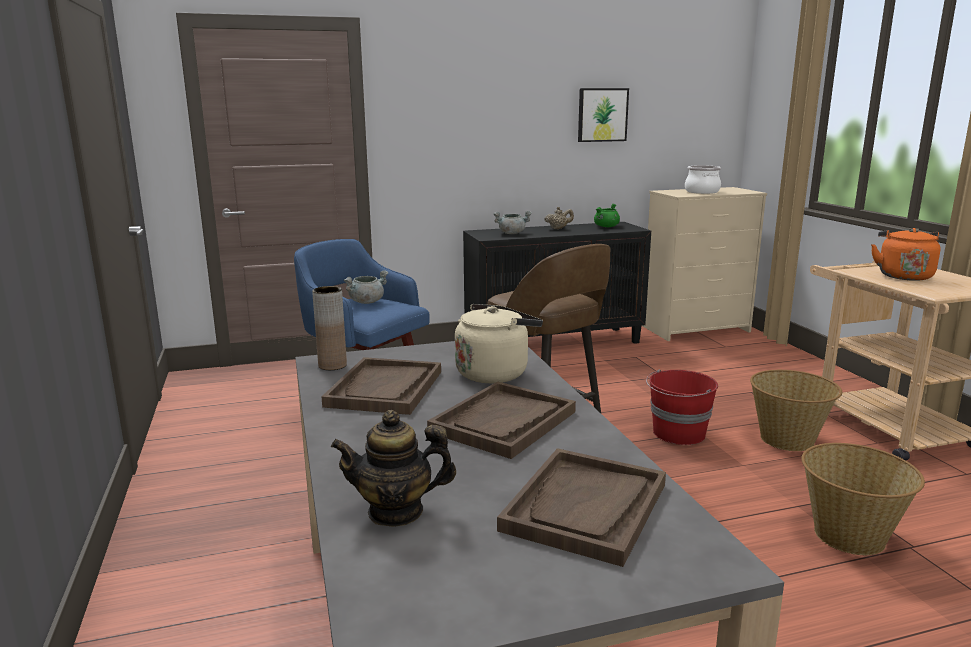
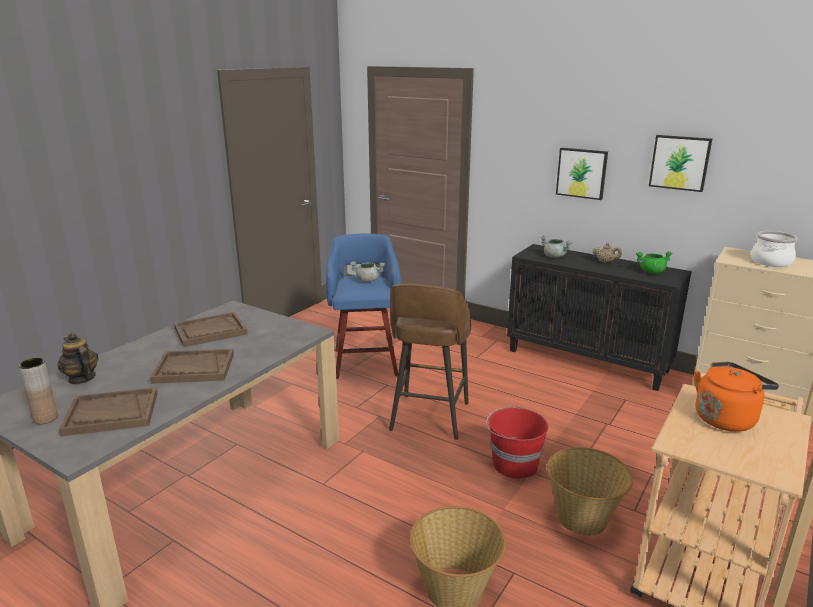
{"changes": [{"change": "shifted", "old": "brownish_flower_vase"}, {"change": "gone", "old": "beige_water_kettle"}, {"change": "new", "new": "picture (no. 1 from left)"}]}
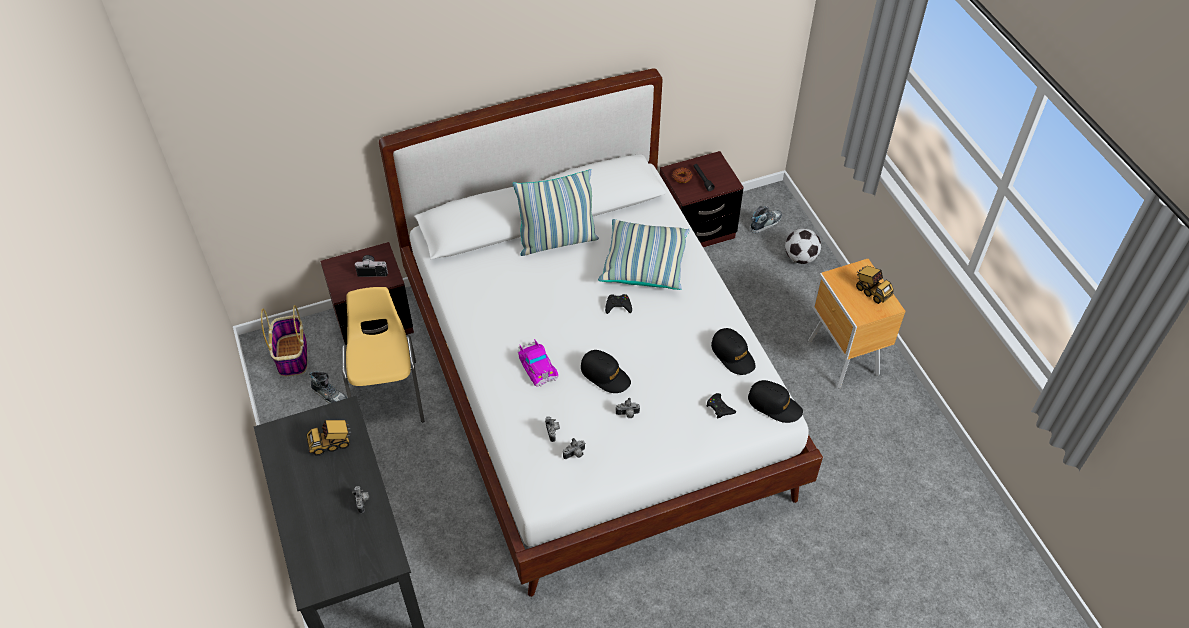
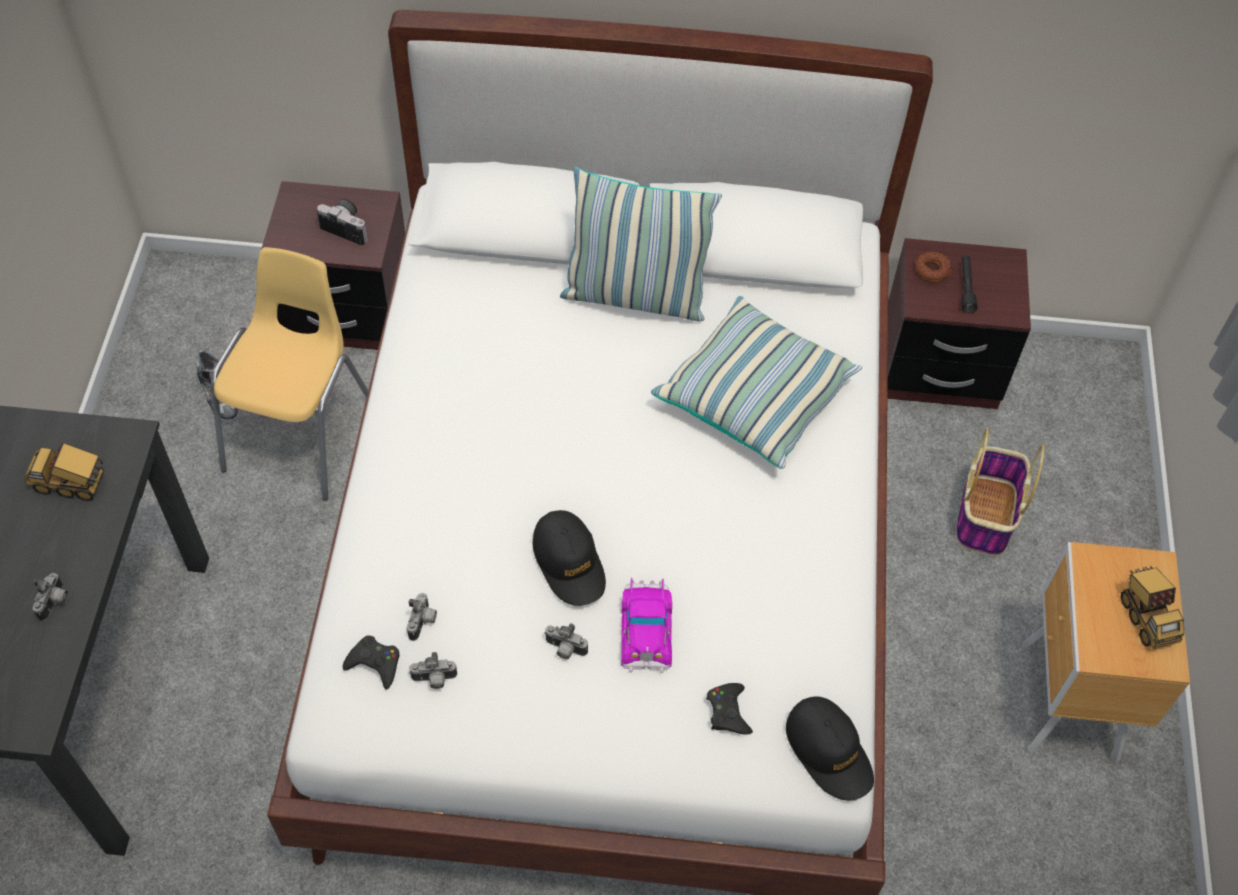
{"changes": [{"change": "gone", "old": "low_shoe (no. 2 from left)"}, {"change": "gone", "old": "ball_for_football"}, {"change": "shifted", "old": "black_gamepad (no. 1 from left)"}, {"change": "shifted", "old": "basket"}, {"change": "gone", "old": "black_cap (no. 2 from left)"}, {"change": "shifted", "old": "toy_car"}]}
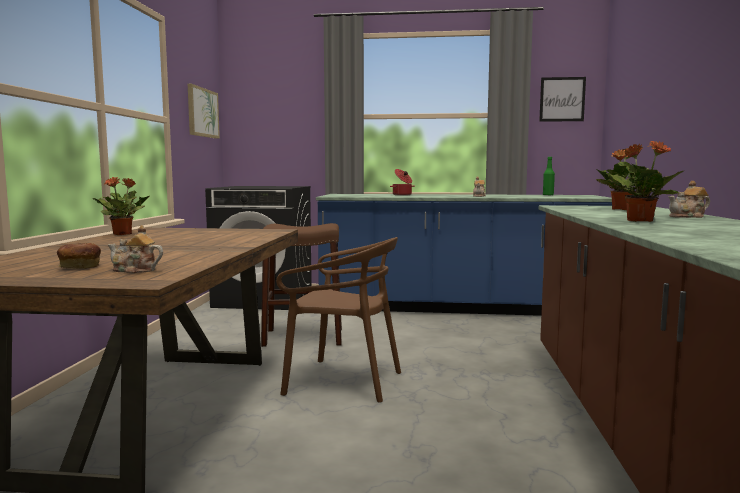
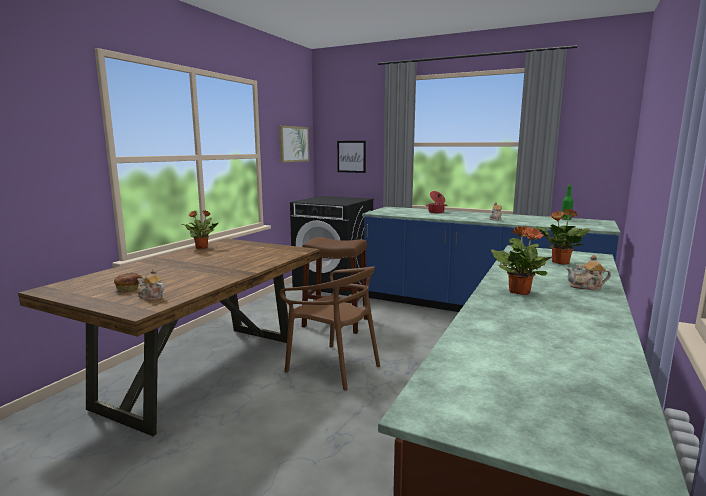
{"changes": [{"change": "shifted", "old": "picture (no. 2 from left)"}]}
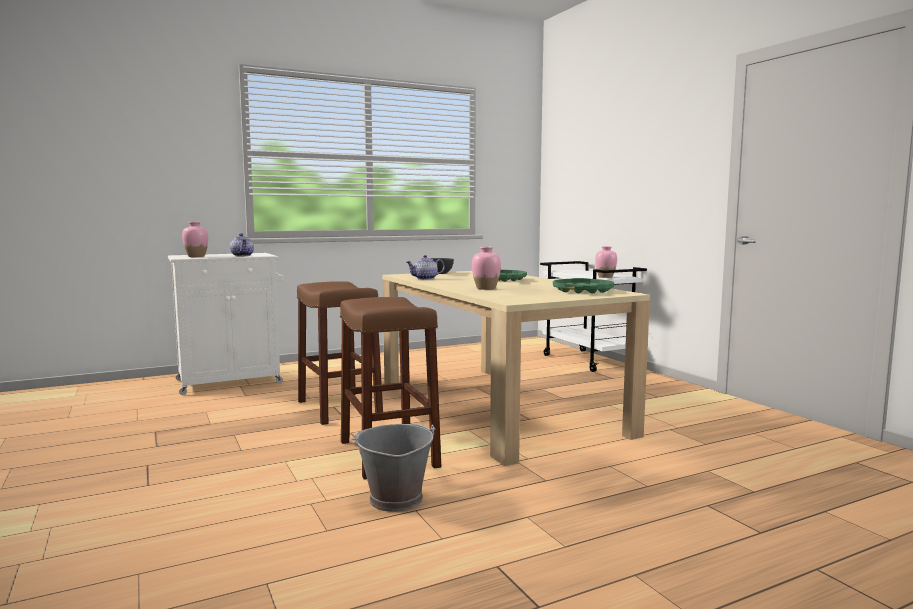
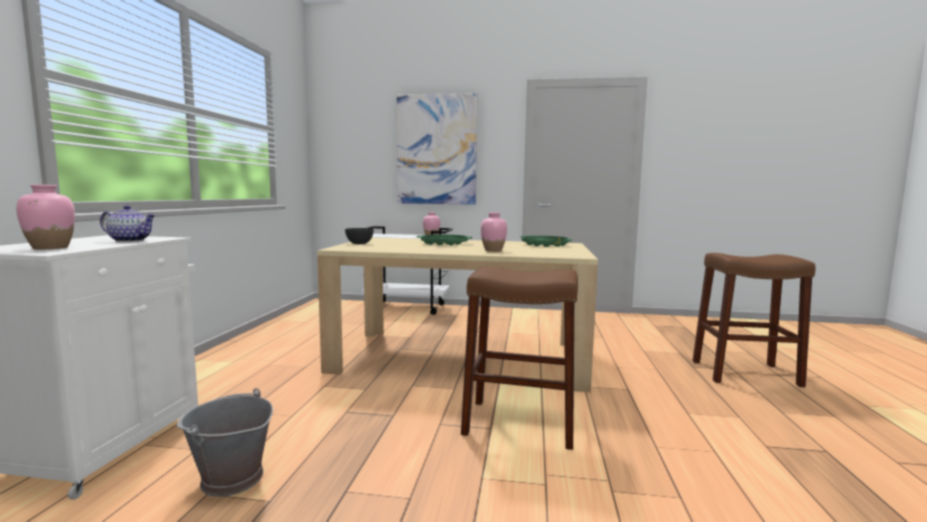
{"changes": [{"change": "gone", "old": "pot_for_tea (no. 2 from left)"}, {"change": "shifted", "old": "brownish_stool (no. 1 from left in the first image)", "new": "brownish_stool (no. 2 from left)"}, {"change": "shifted", "old": "gray_pail"}, {"change": "new", "new": "picture"}]}
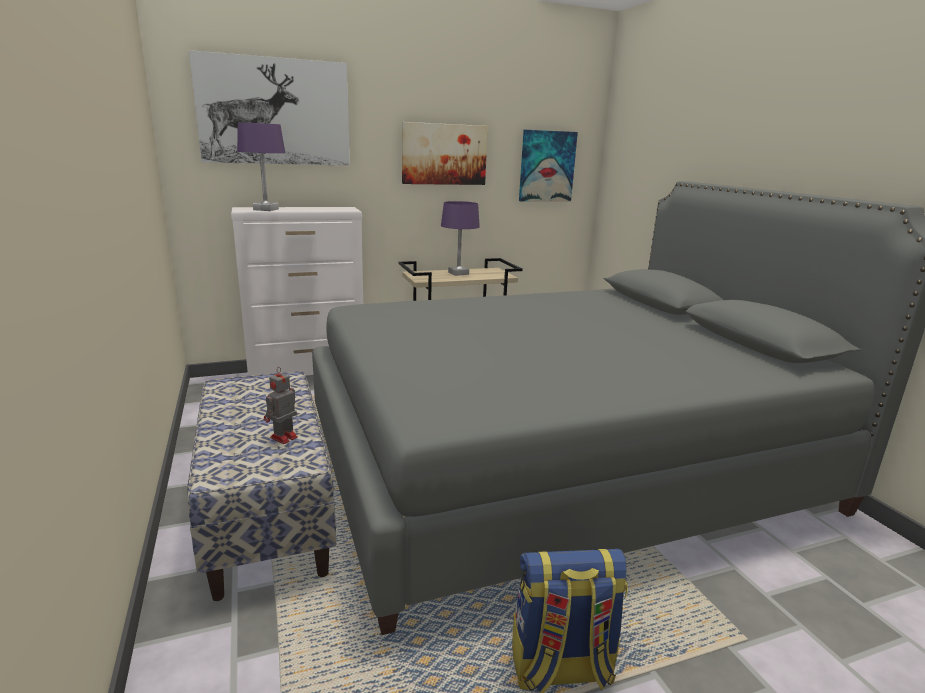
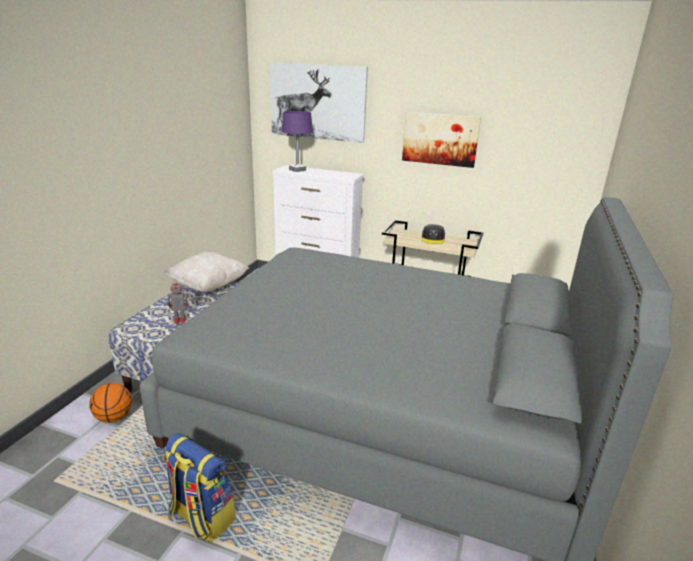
{"changes": [{"change": "gone", "old": "picture (no. 3 from left)"}, {"change": "swapped", "old": "purple-coloured_table_lamp (no. 2 from left)", "new": "gray_cap"}, {"change": "new", "new": "beige_throw_pillow"}, {"change": "new", "new": "basketball_ball"}]}
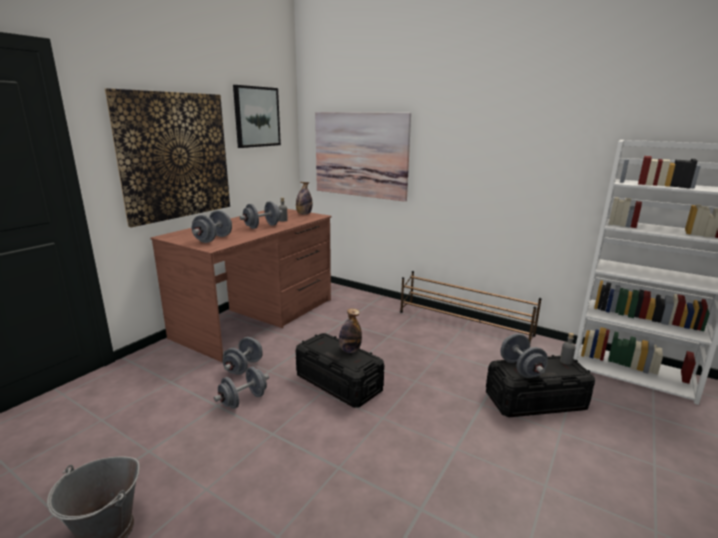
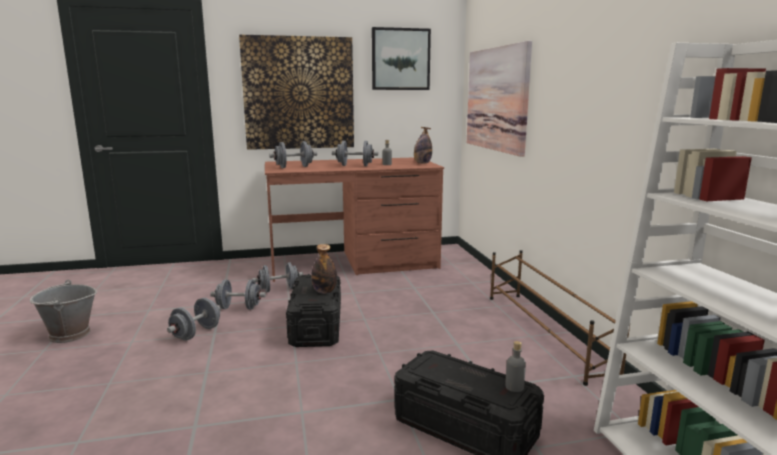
{"changes": [{"change": "shifted", "old": "gray_hand_weight (no. 5 from left in the first image)", "new": "gray_hand_weight (no. 1 from left)"}]}
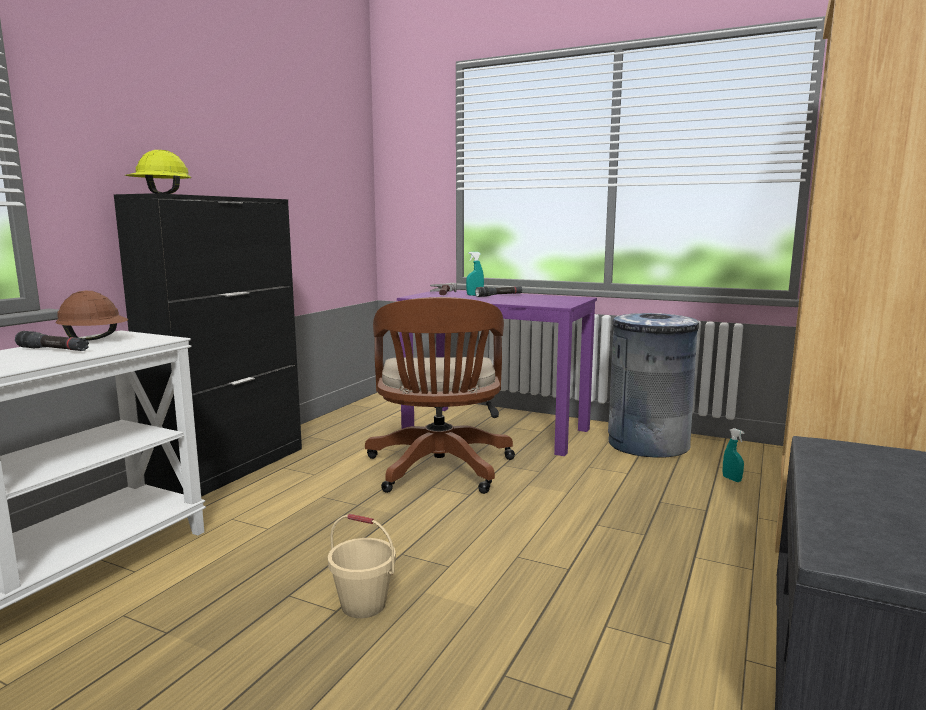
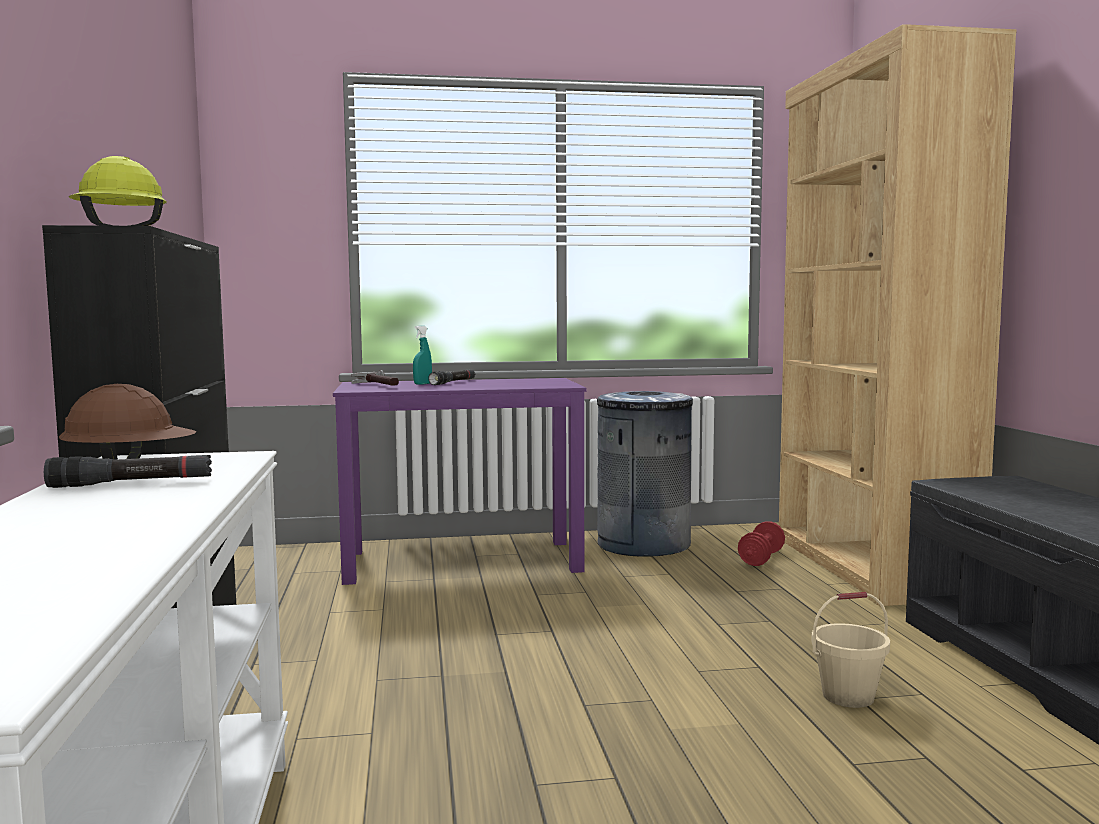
{"changes": [{"change": "gone", "old": "brownish_computer_chair"}, {"change": "swapped", "old": "blue-green_hand_sprayer (no. 2 from left)", "new": "red_hand_weight"}, {"change": "shifted", "old": "beige_pail"}]}
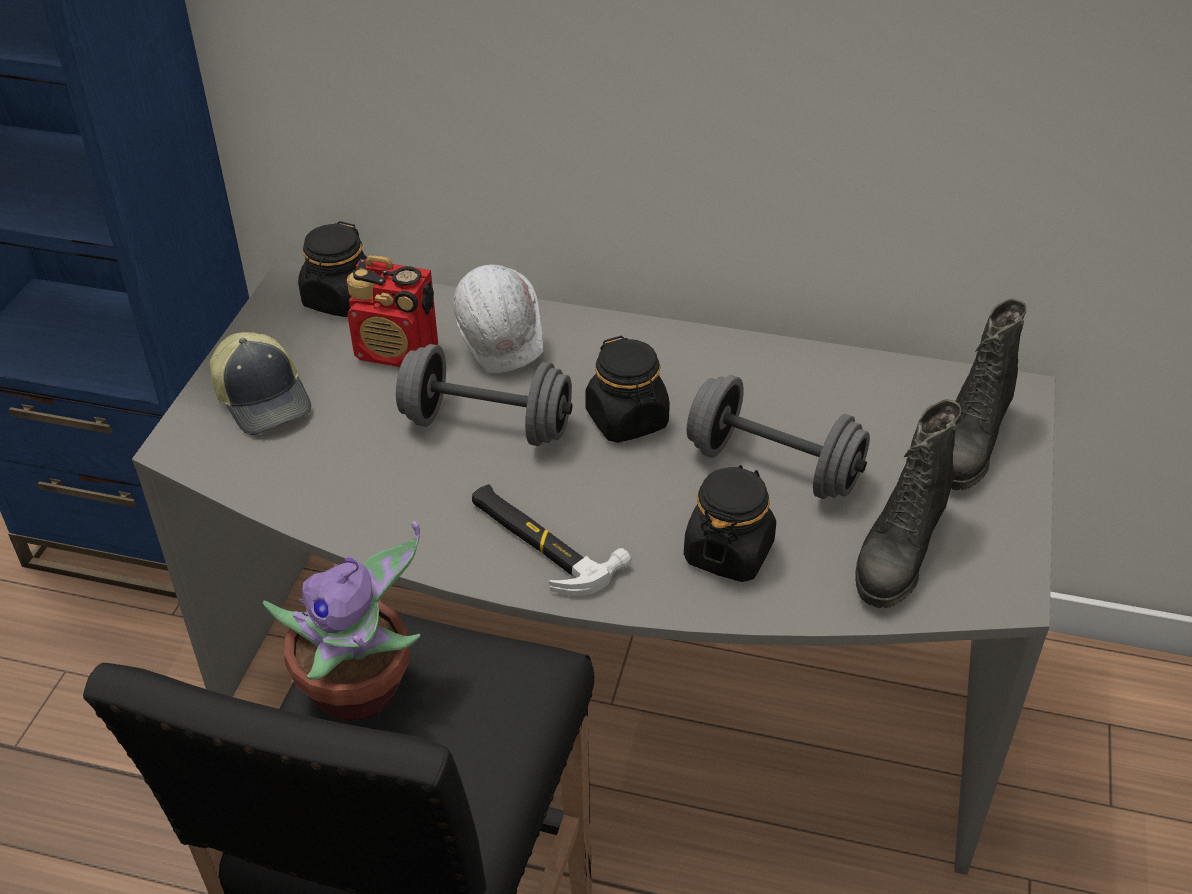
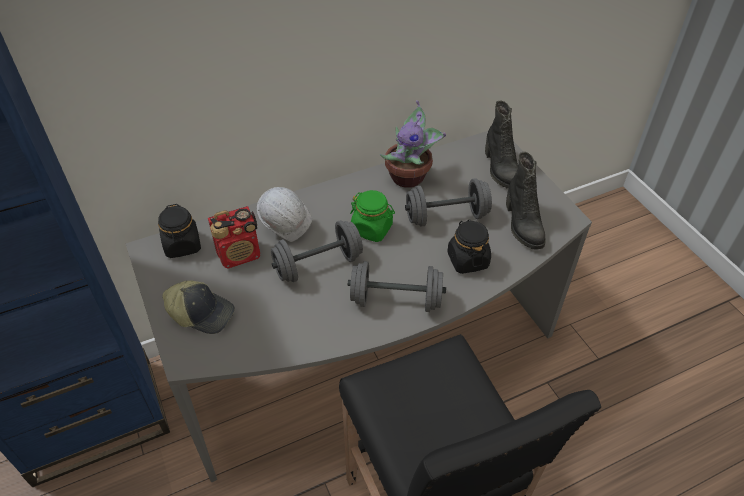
{"changes": [{"change": "repainted", "old": "black_preserve_jar (no. 2 from left)", "new": "green_preserve_jar"}, {"change": "swapped", "old": "hammer", "new": "gray_hand_weight (no. 2 from left)"}, {"change": "shifted", "old": "potted_plant"}]}
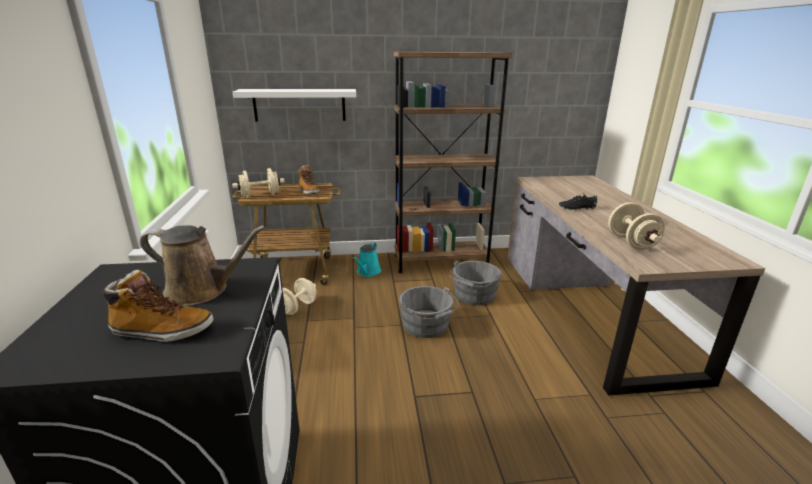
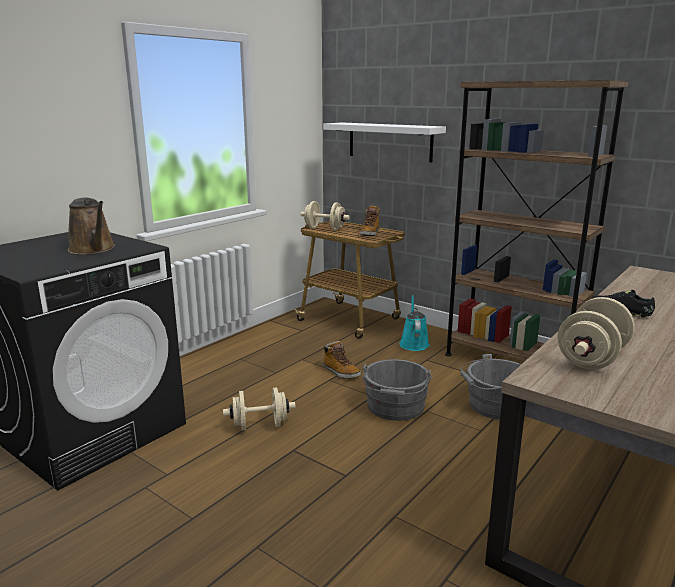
{"changes": [{"change": "rotated", "old": "blue-green_sprinkling_can", "degrees": 120}, {"change": "shifted", "old": "high-top_boot (no. 1 from left)"}, {"change": "shifted", "old": "beige_hand_weight (no. 2 from left in the first image)", "new": "beige_hand_weight (no. 1 from left)"}]}
